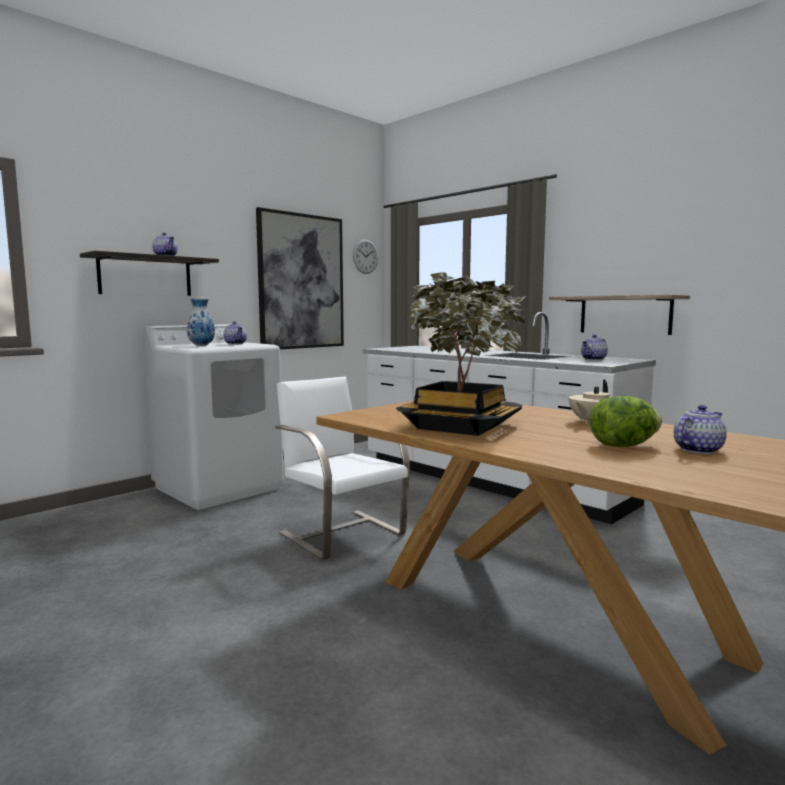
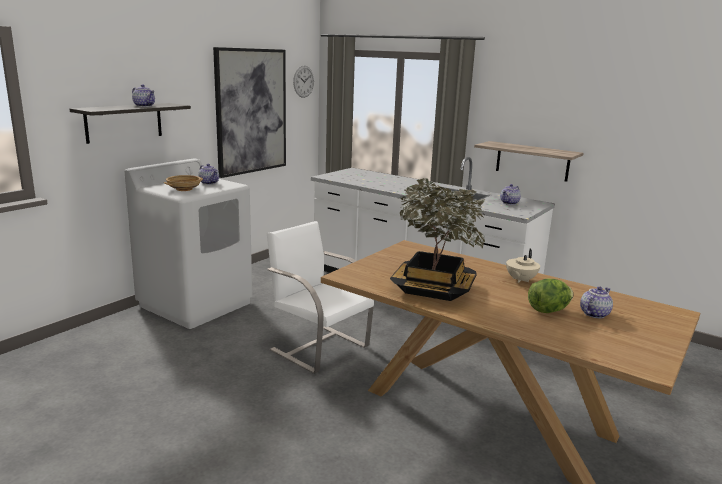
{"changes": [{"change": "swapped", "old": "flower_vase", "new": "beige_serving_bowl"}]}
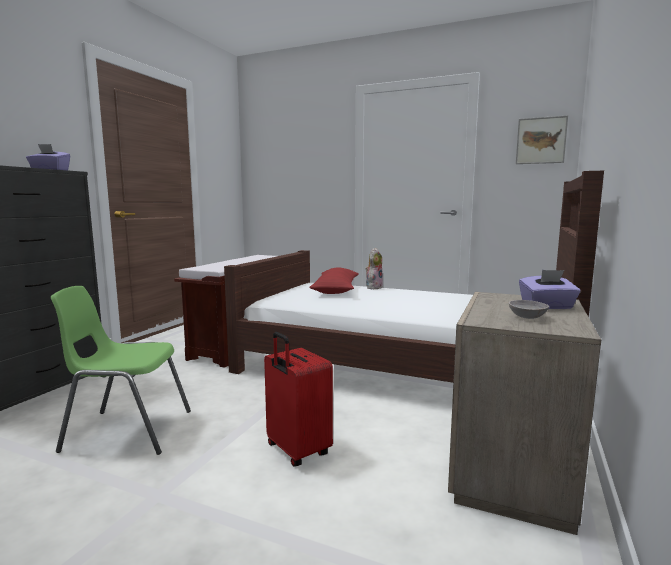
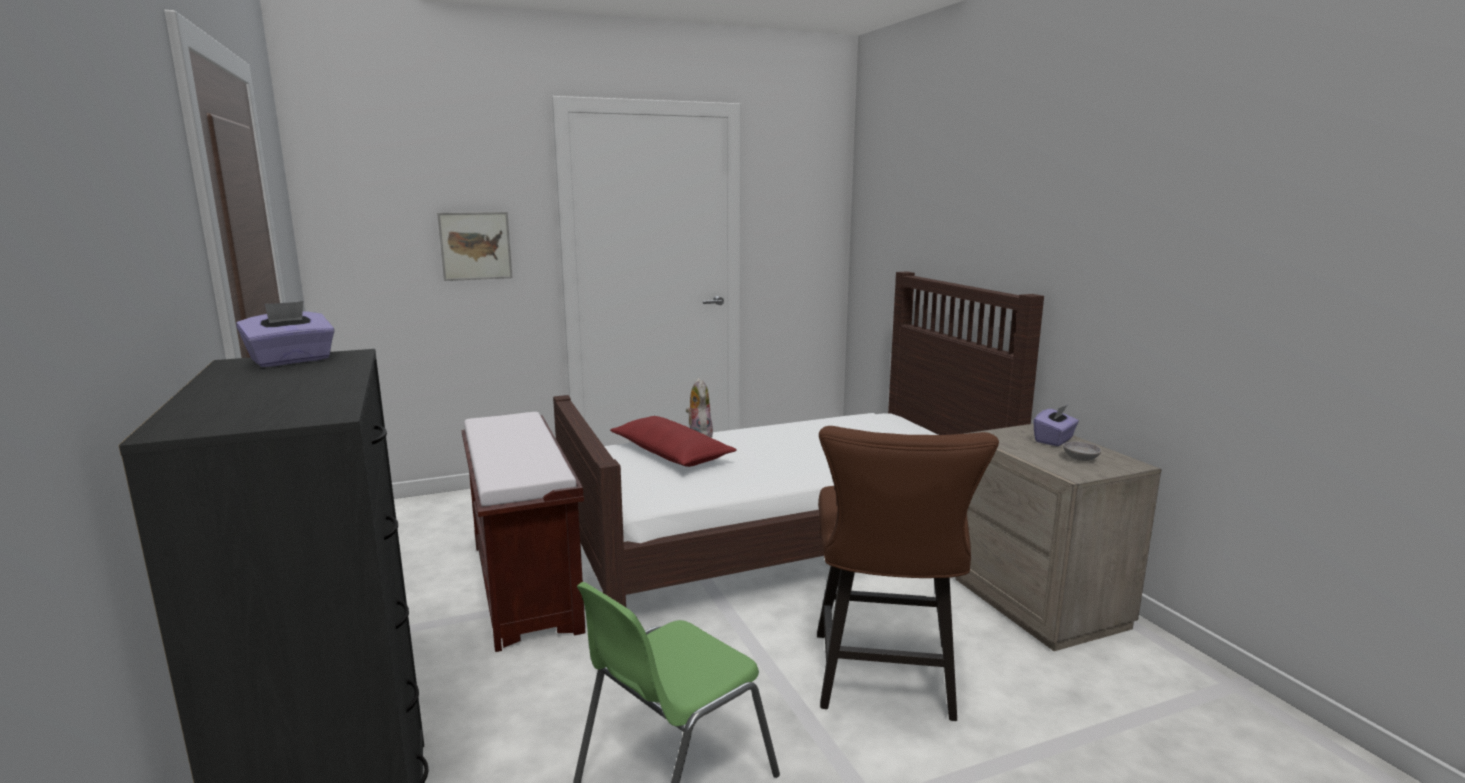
{"changes": [{"change": "shifted", "old": "picture"}, {"change": "swapped", "old": "red_piece_of_luggage", "new": "brownish_plain_chair"}]}
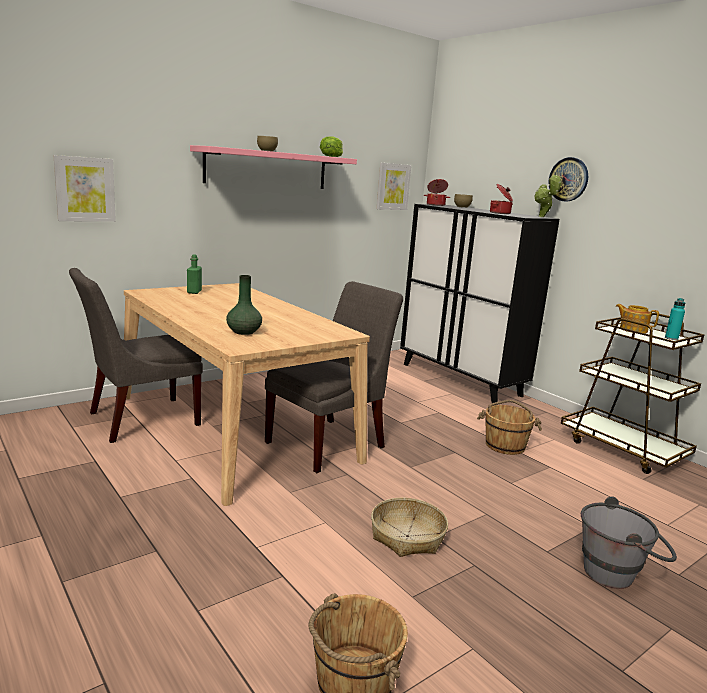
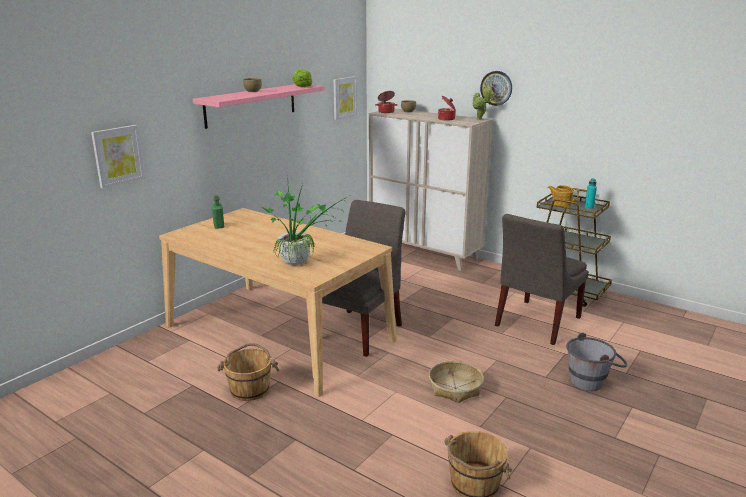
{"changes": [{"change": "repainted", "old": "black_cabinet", "new": "beige_cabinet"}, {"change": "shifted", "old": "gray_plain_chair (no. 1 from left in the first image)", "new": "gray_plain_chair (no. 2 from left)"}, {"change": "swapped", "old": "green_flower_vase", "new": "potted_plant (no. 1 from left)"}, {"change": "shifted", "old": "brownish_pail (no. 2 from left in the first image)", "new": "brownish_pail (no. 1 from left)"}]}
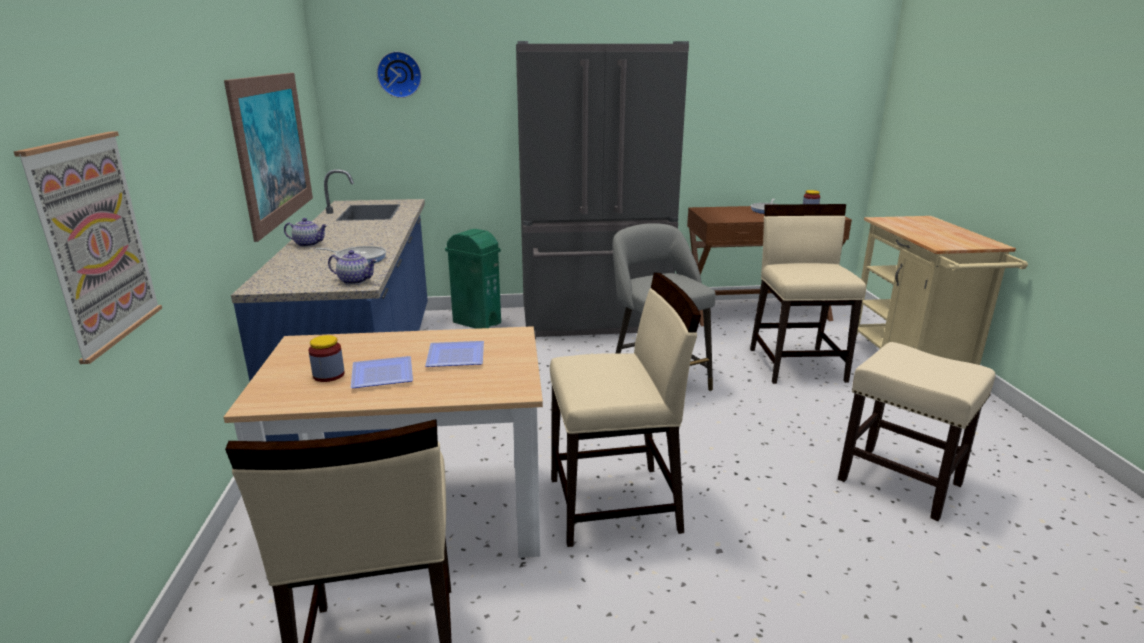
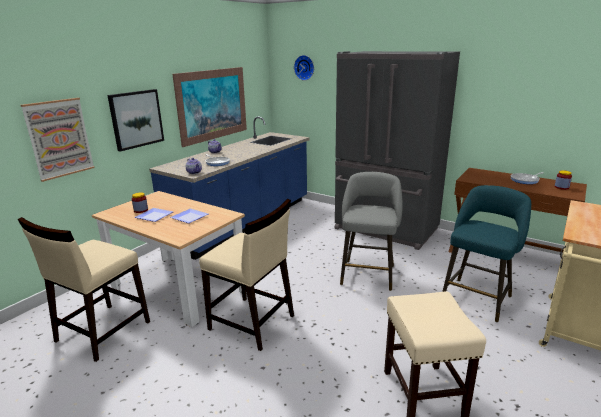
{"changes": [{"change": "swapped", "old": "beige_plain_chair (no. 3 from left)", "new": "blue-green_stool"}, {"change": "gone", "old": "green_trash_can"}, {"change": "new", "new": "picture (no. 2 from left)"}]}
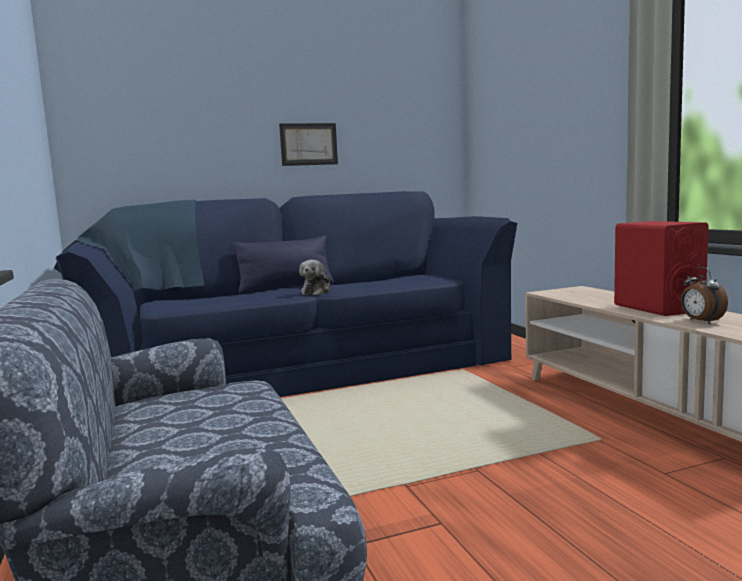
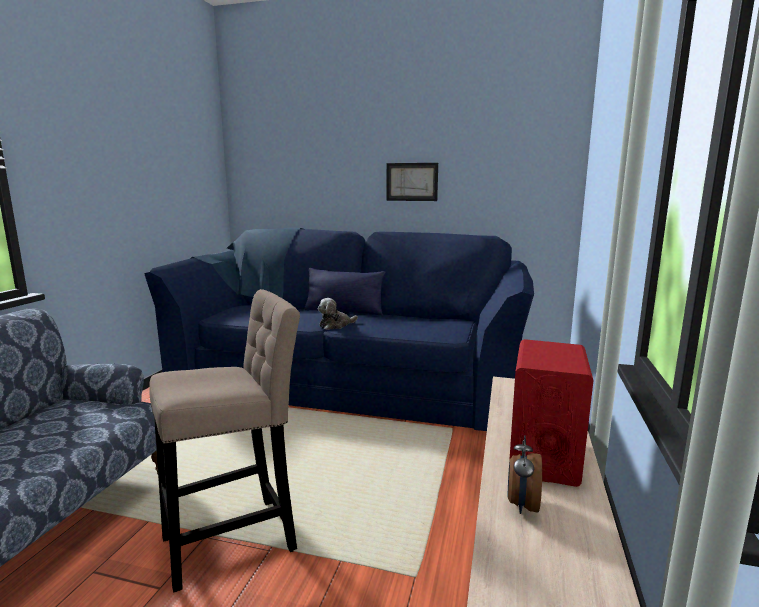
{"changes": [{"change": "new", "new": "beige_stool"}]}
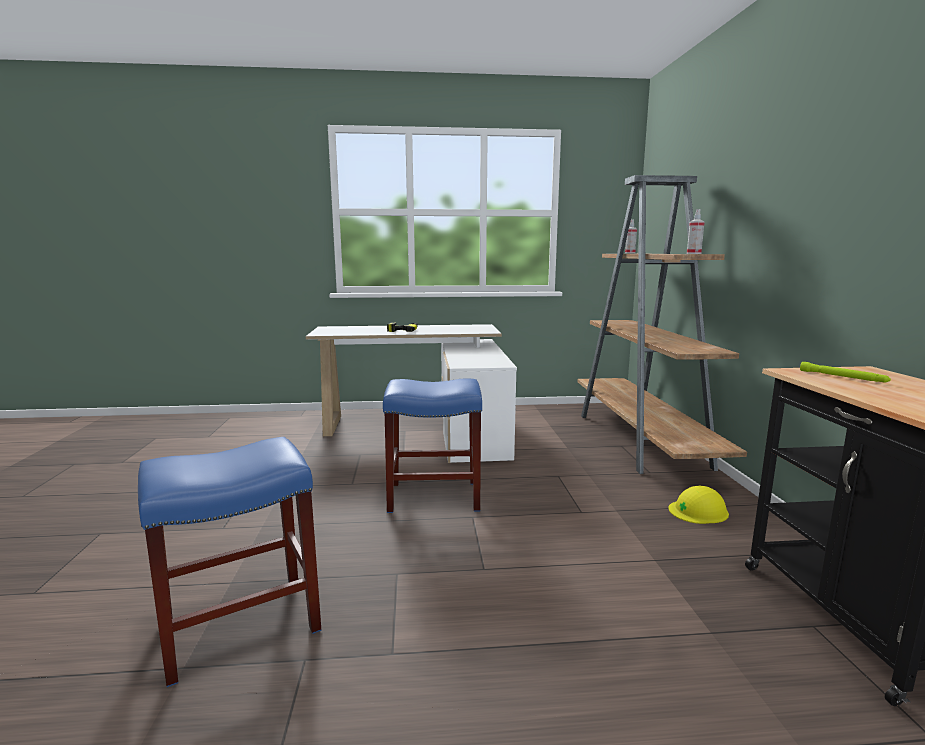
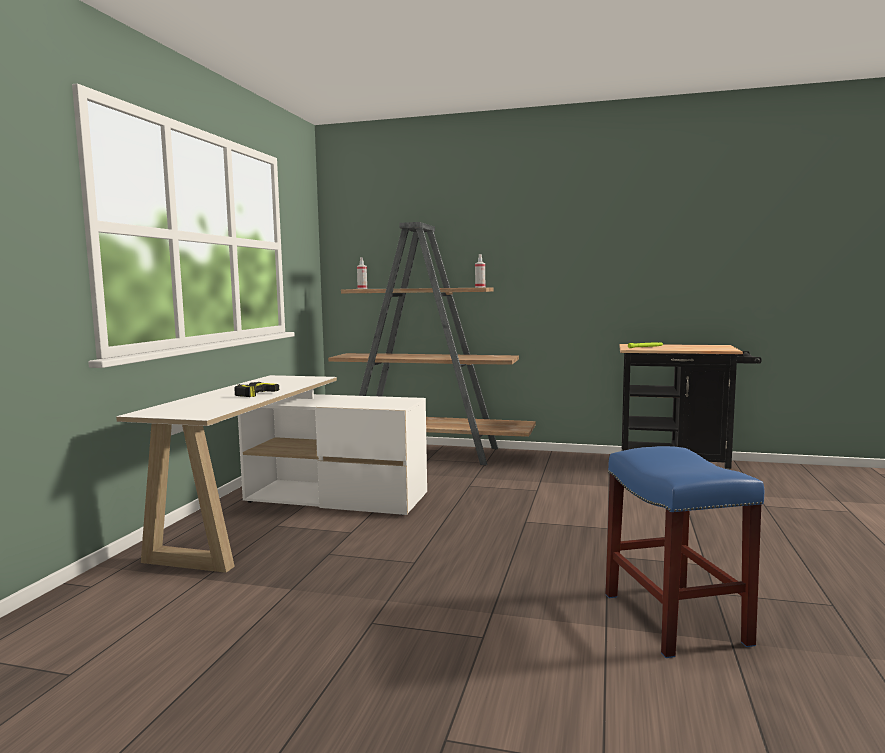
{"changes": [{"change": "gone", "old": "blue_stool (no. 2 from left)"}, {"change": "gone", "old": "yellow_work_helmet"}]}
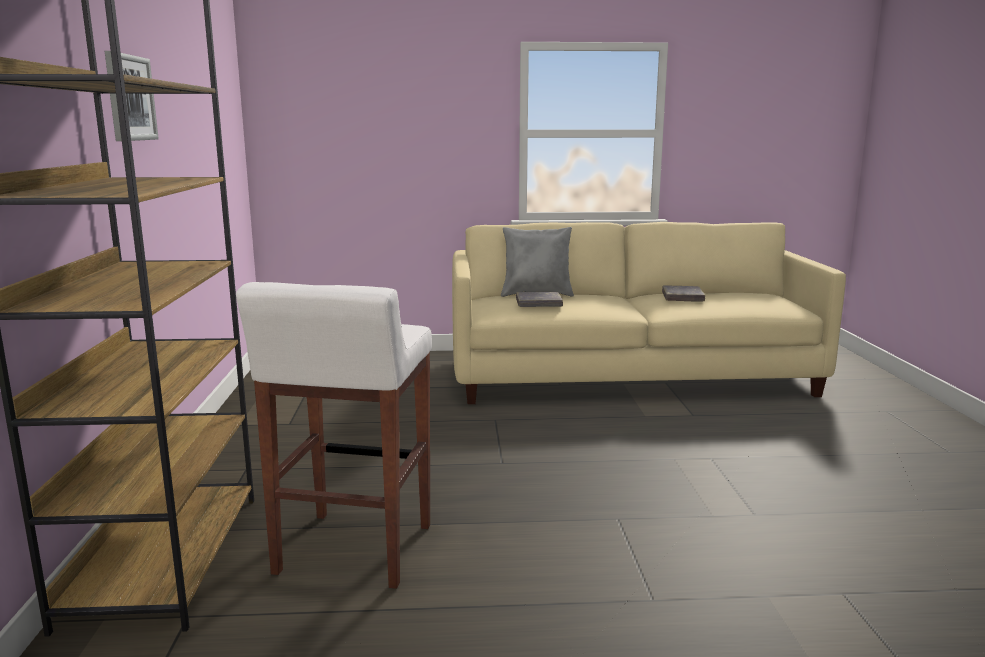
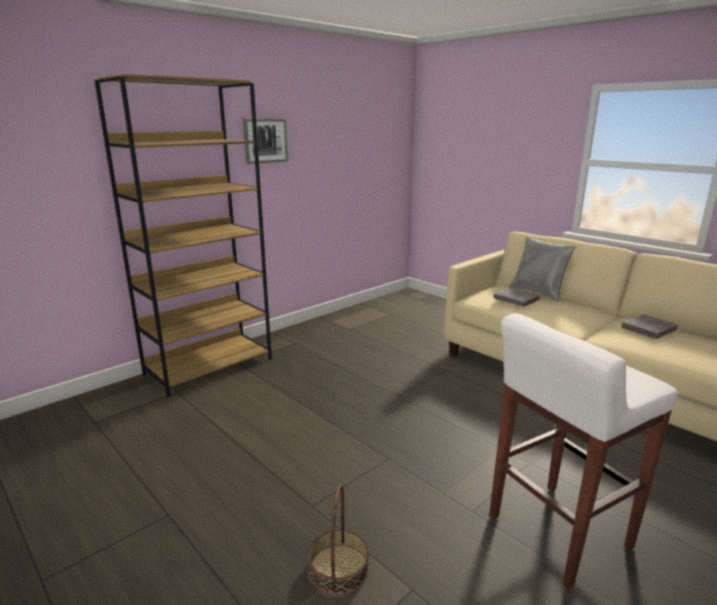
{"changes": [{"change": "shifted", "old": "whitish_stool"}, {"change": "new", "new": "basket"}]}
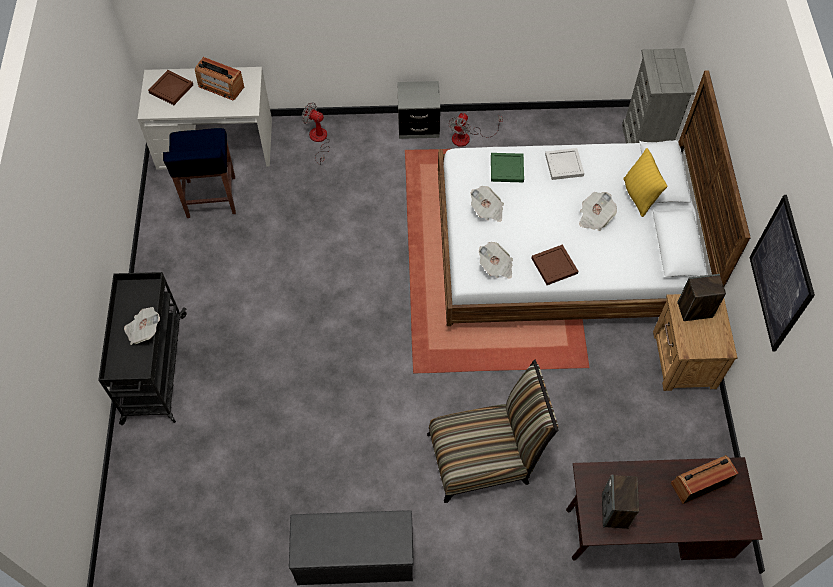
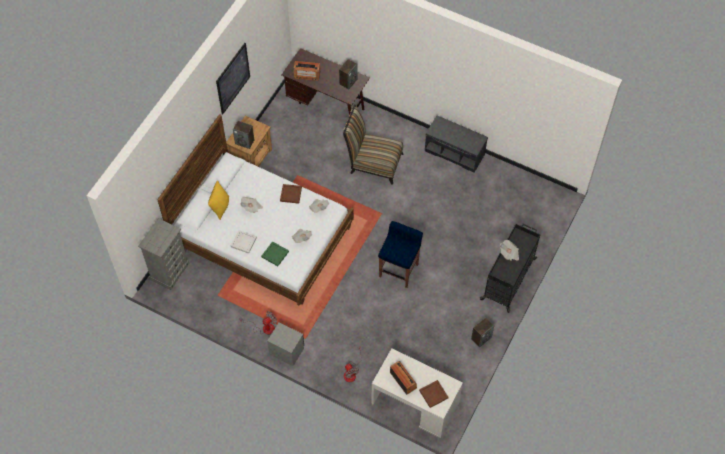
{"changes": [{"change": "shifted", "old": "blue_stool"}, {"change": "new", "new": "speaker (no. 3 from left)"}]}
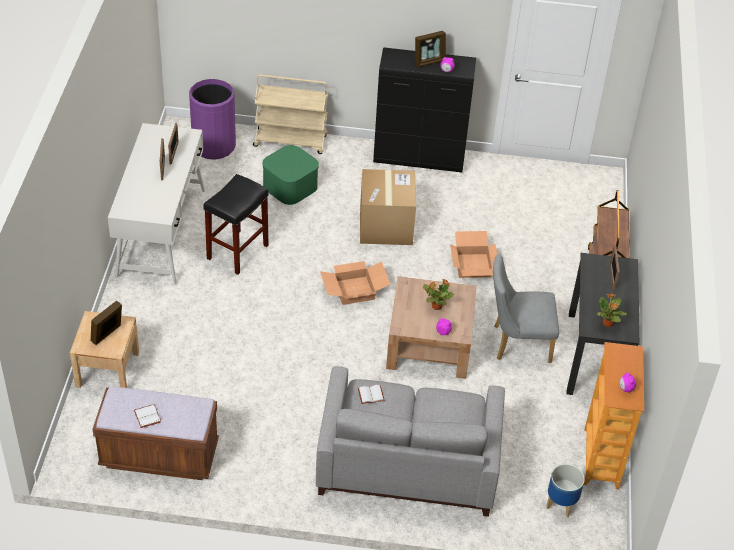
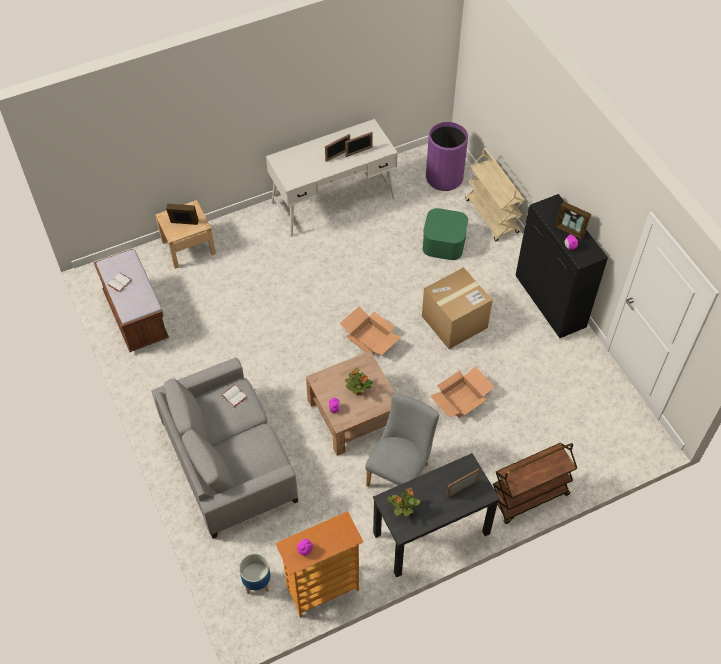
{"changes": [{"change": "gone", "old": "black_stool"}, {"change": "rotated", "old": "gray_plain_chair", "degrees": 60}]}
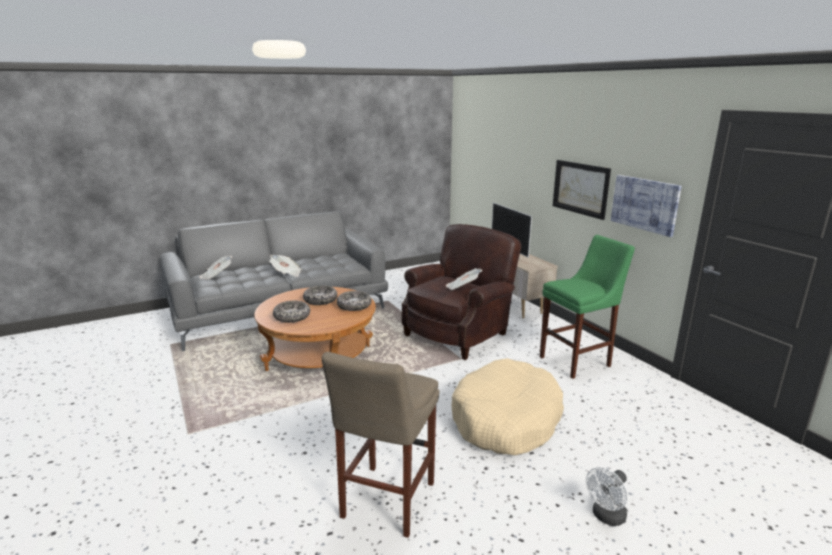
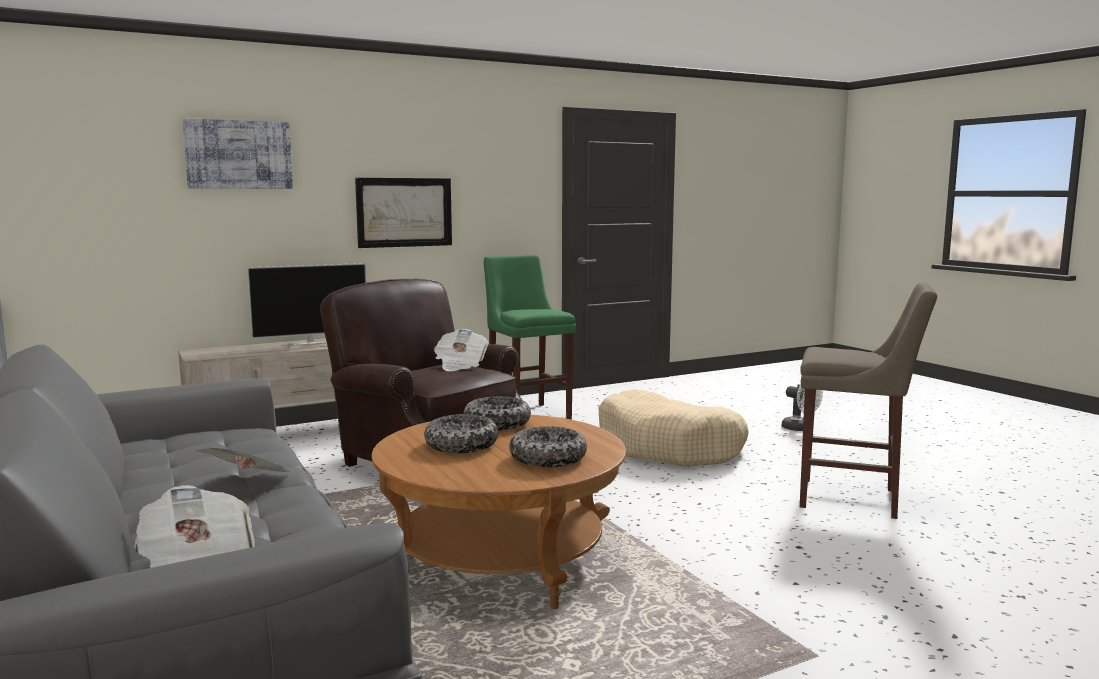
{"changes": [{"change": "shifted", "old": "picture (no. 2 from left in the first image)", "new": "picture (no. 1 from left)"}]}
